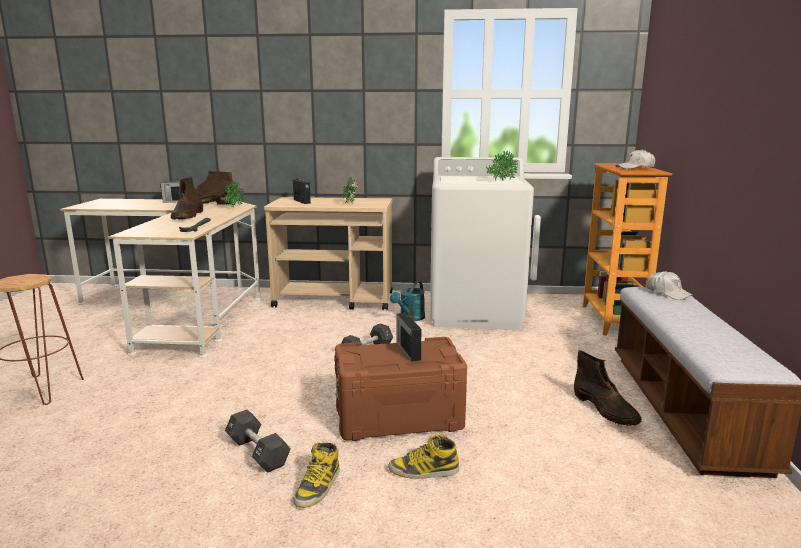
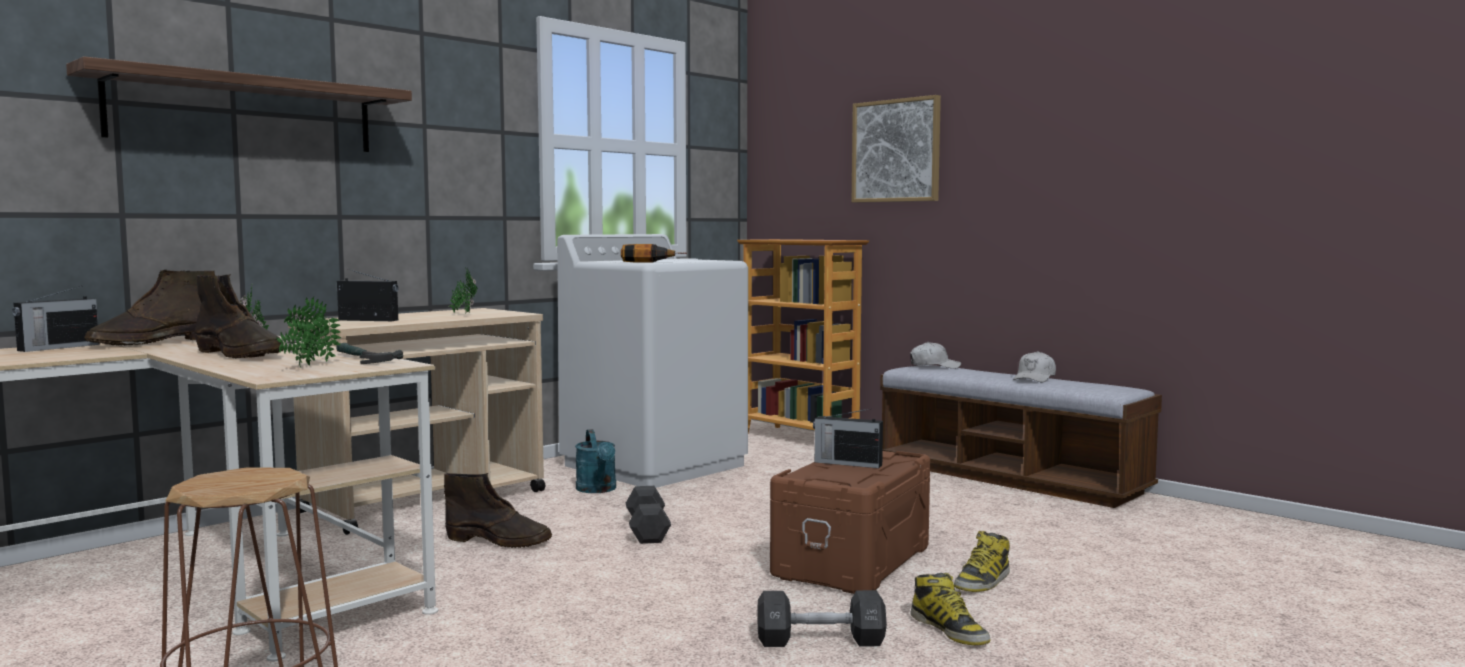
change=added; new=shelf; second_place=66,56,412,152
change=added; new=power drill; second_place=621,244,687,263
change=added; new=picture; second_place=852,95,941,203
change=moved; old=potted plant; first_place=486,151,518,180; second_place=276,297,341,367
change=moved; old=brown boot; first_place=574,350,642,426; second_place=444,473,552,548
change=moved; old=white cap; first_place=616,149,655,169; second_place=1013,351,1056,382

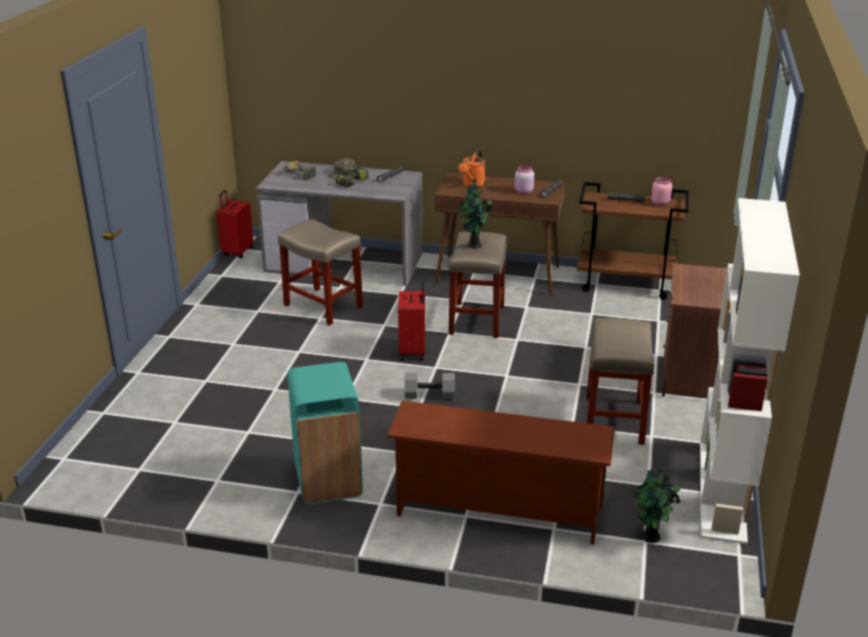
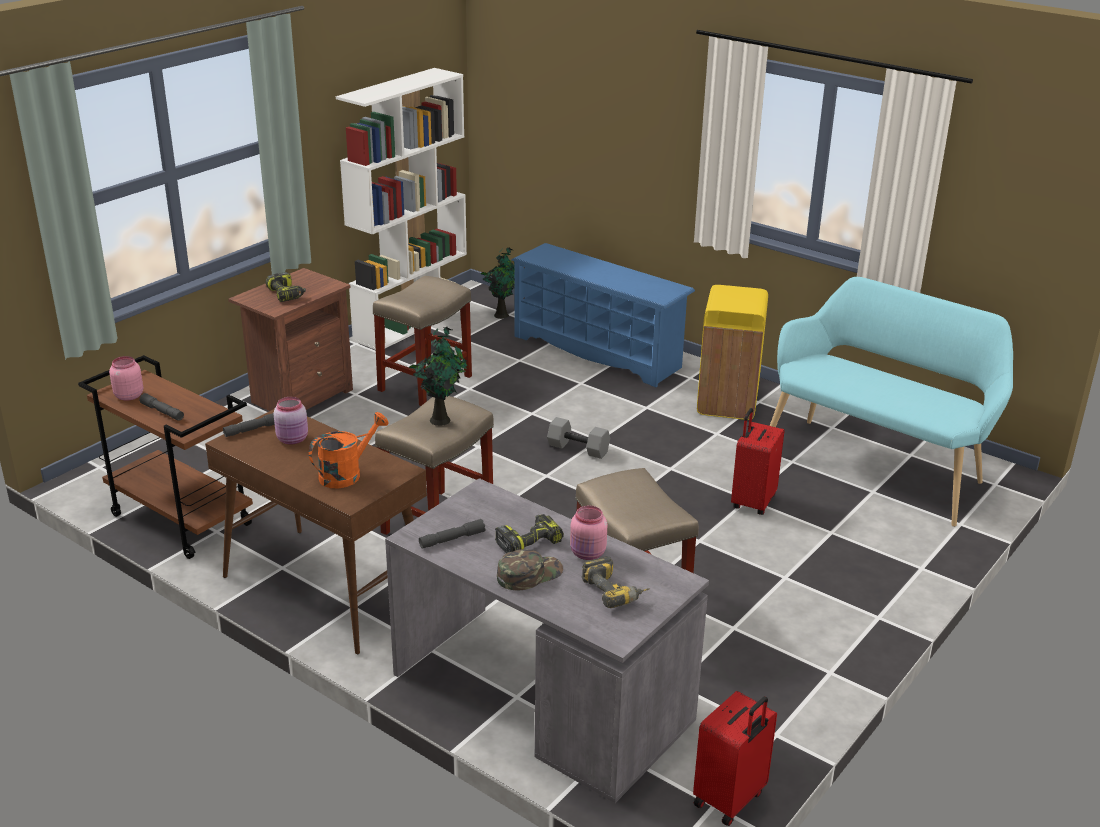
change=added; new=power drill; second_place=266,272,306,302
change=added; new=pink jar; second_place=570,506,607,560
change=added; new=turquoise bench; second_place=770,277,1013,527
change=moved; old=red suitcase; first_place=398,281,425,361; second_place=731,408,784,515
change=recoloured; old=turquoise trash can; new=yellow trash can; first_place=287,362,363,505; second_place=697,285,768,420
change=recoloured; old=brown shoe rack; new=blue shoe rack; first_place=386,401,615,545; second_place=512,243,695,387

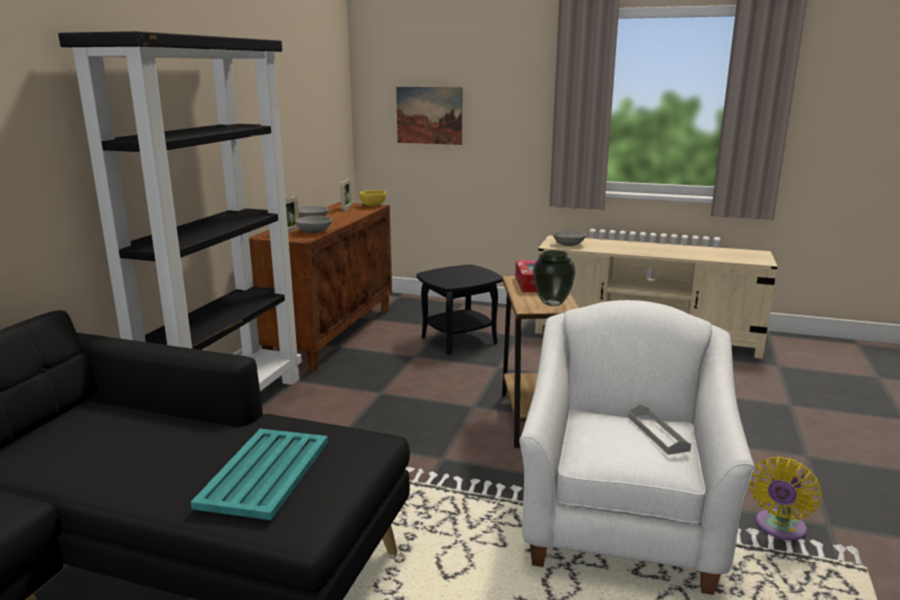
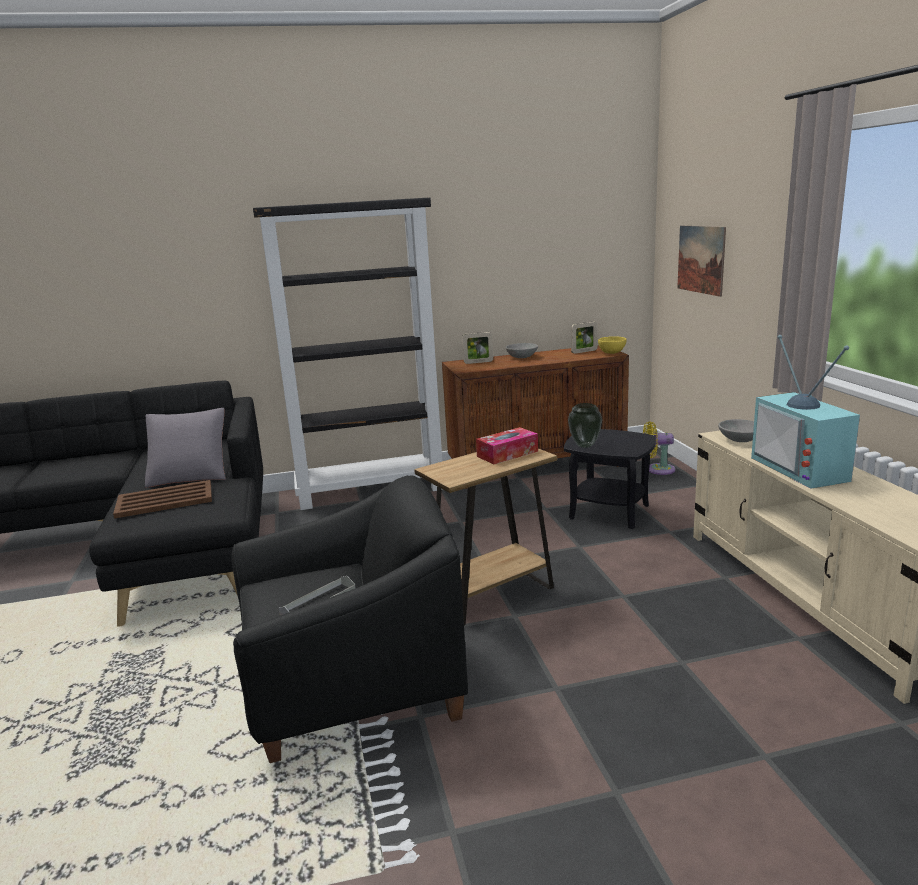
change=removed; old=grey bowl; first_place=295,216,332,234
change=added; new=grey pillow; second_place=145,408,226,487
change=added; new=television; second_place=751,335,860,488
change=moved; old=vase; first_place=533,250,576,306; second_place=568,403,602,448
change=moved; old=yellow fan; first_place=750,457,822,541; second_place=643,421,675,475
change=recoloured; old=turquoise tray; new=brown tray; first_place=190,429,328,520; second_place=113,480,212,519
change=recoloured; old=white armchair; new=black armchair; first_place=519,300,755,595; second_place=231,475,468,763

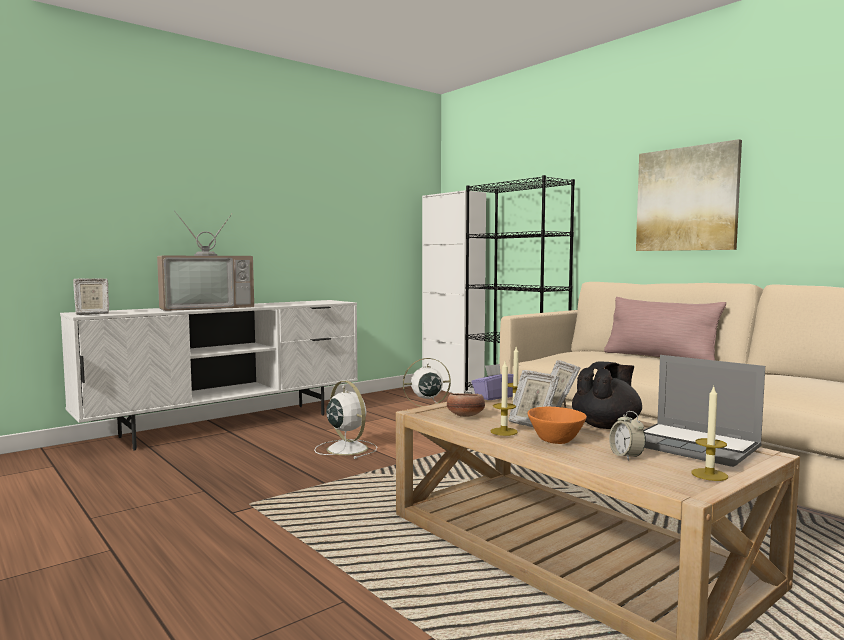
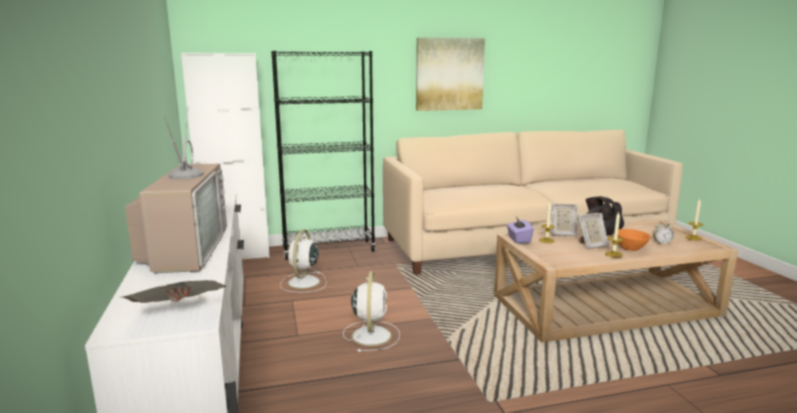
change=removed; old=bowl; first_place=447,393,485,417
change=removed; old=pink pillow; first_place=604,297,726,360
change=removed; old=laptop; first_place=644,355,765,467
change=replaced; old=picture frame; new=newspaper; first_place=73,278,109,315; second_place=122,280,226,303
change=turned; old=white fan; first_place=314,381,377,459; second_place=343,271,400,352; degrees=105

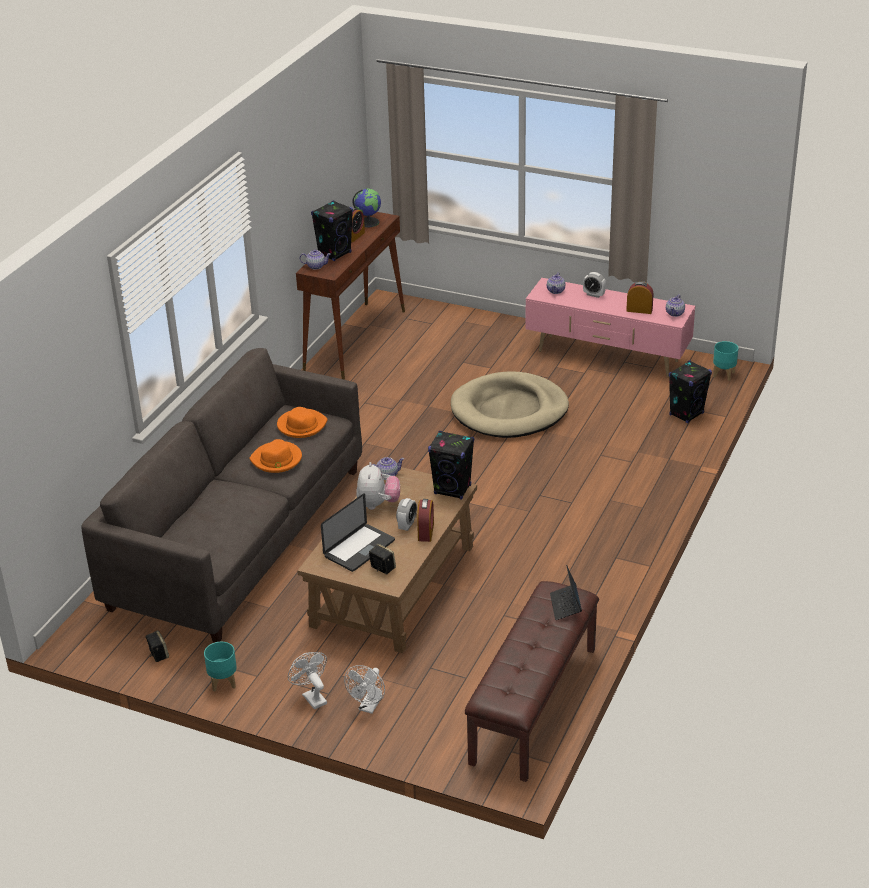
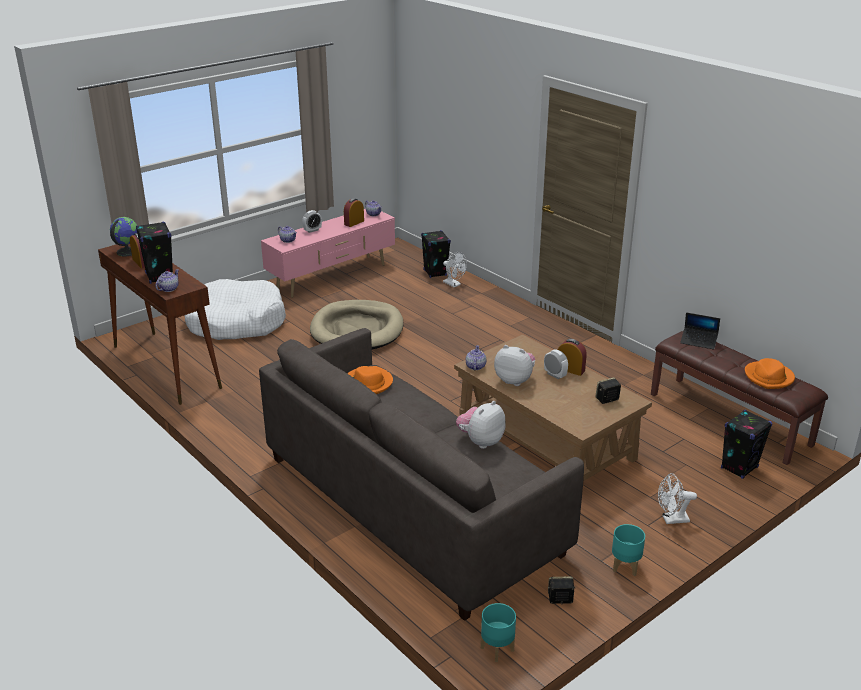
change=removed; old=laptop; first_place=321,493,395,572
change=added; new=white dog bed; second_place=184,279,286,340
change=added; new=plush toy; second_place=456,401,506,449
change=moved; old=orange hat; first_place=249,439,302,473; second_place=745,358,795,389
change=moved; old=white fan; first_place=344,665,385,714; second_place=443,252,467,287
change=moved; old=black speaker; first_place=428,431,474,500; second_place=721,410,772,479
change=moved; old=turquoise planter; first_place=713,341,738,381; second_place=481,603,516,662

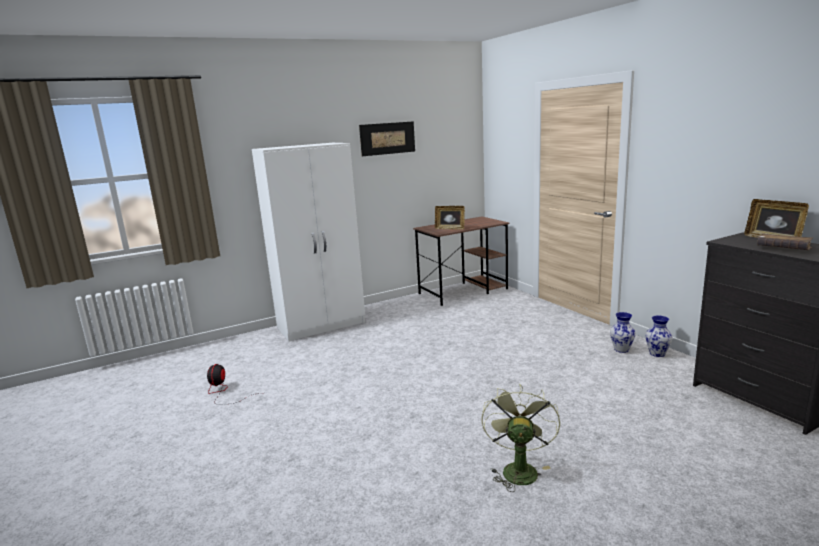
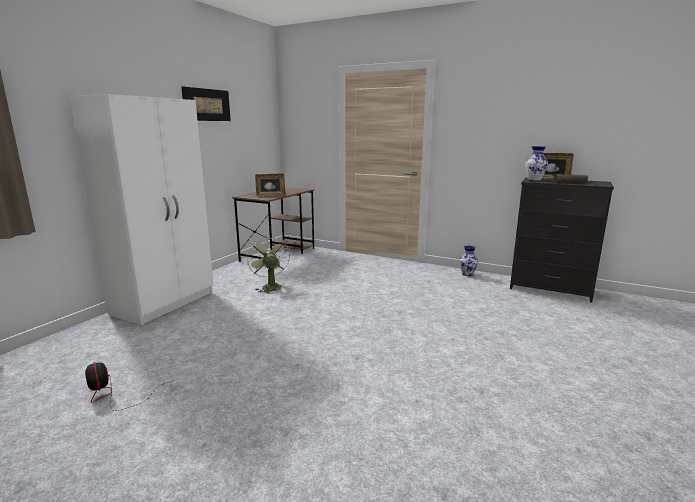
change=moved; old=green fan; first_place=481,383,560,492; second_place=247,236,290,294
change=moved; old=vase; first_place=610,312,636,353; second_place=525,146,548,181

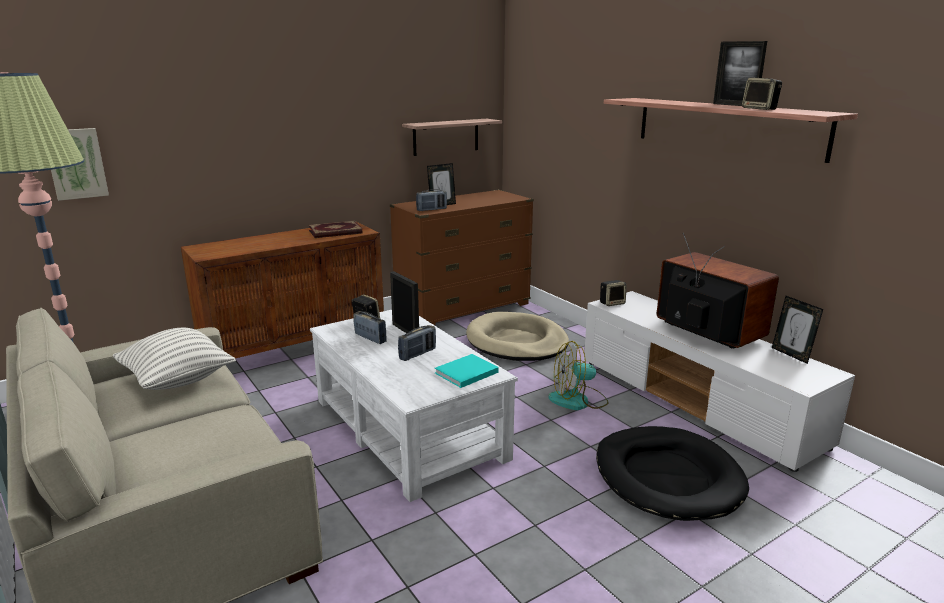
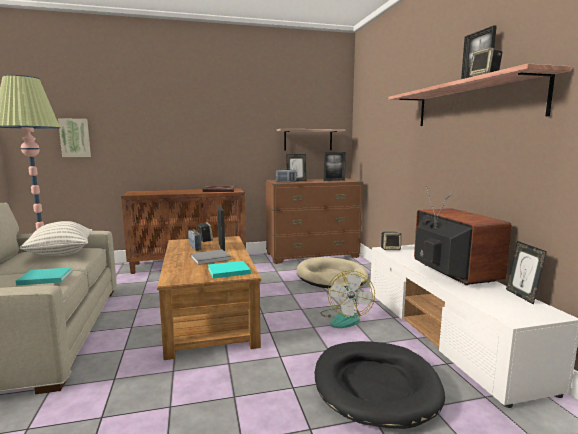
change=added; new=turquoise book; second_place=16,267,73,286
change=added; new=picture frame; second_place=323,152,346,181
change=replaced; old=radio; new=grey book; first_place=398,325,436,361; second_place=190,249,231,265
change=recoloured; old=white coffee table; new=brown coffee table; first_place=310,310,518,502; second_place=157,236,261,360
change=turned; old=fan; first_place=548,341,609,410; second_place=320,270,375,328; degrees=-90

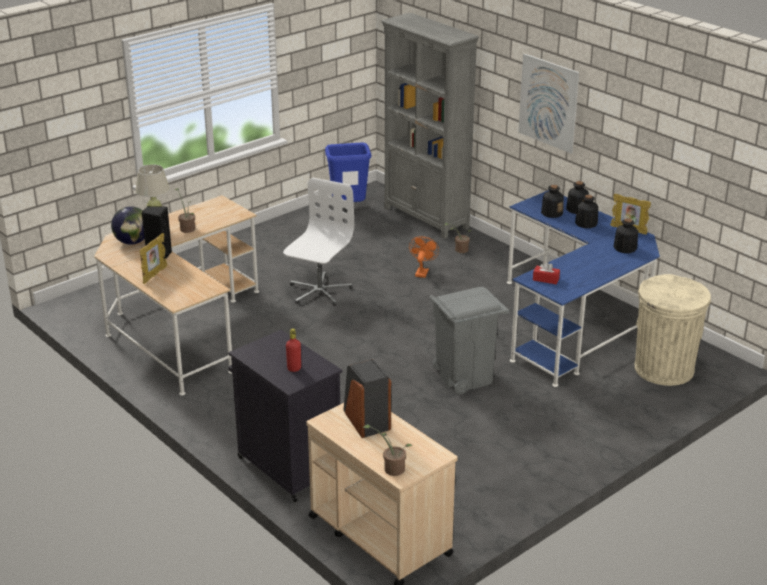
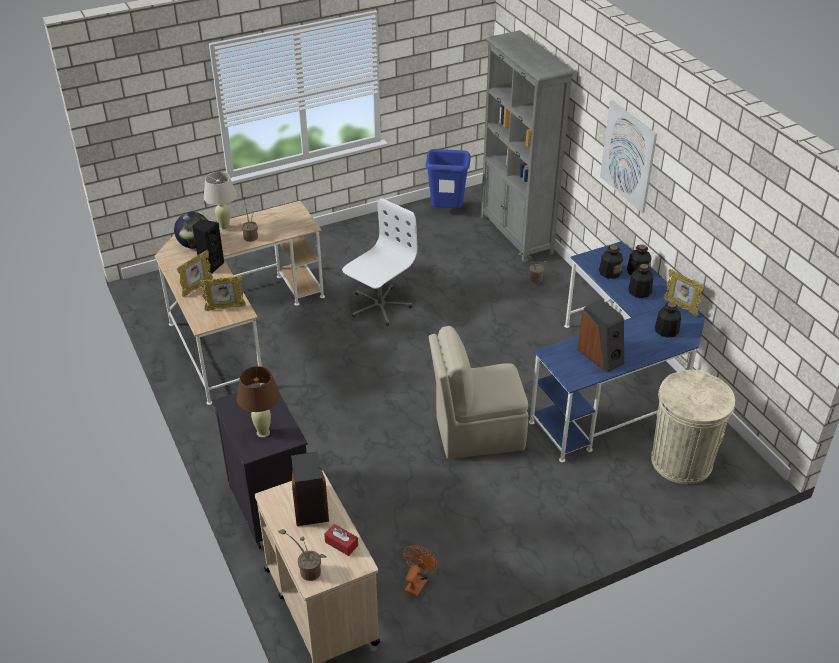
change=added; new=picture frame; second_place=200,276,246,311
change=added; new=speaker; second_place=577,299,624,373
change=moved; old=orange fan; first_place=409,236,439,278; second_place=403,545,439,597
change=moved; old=red tissue box; first_place=533,262,560,284; second_place=324,524,358,556
change=replaced; old=red bottle; new=brown table lamp; first_place=286,329,301,372; second_place=237,366,280,438
change=replaced; old=grey trash can; new=beige chair; first_place=430,287,509,395; second_place=429,326,528,459

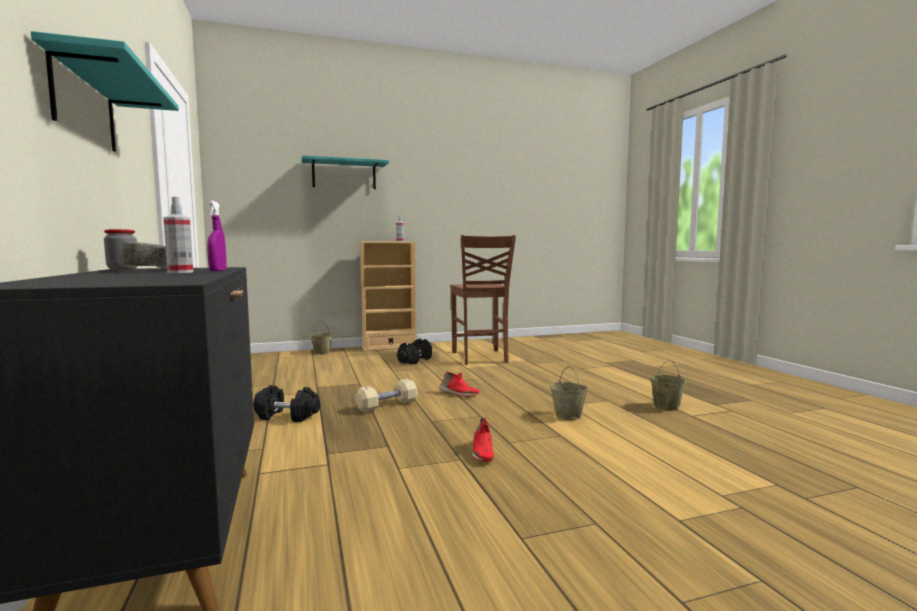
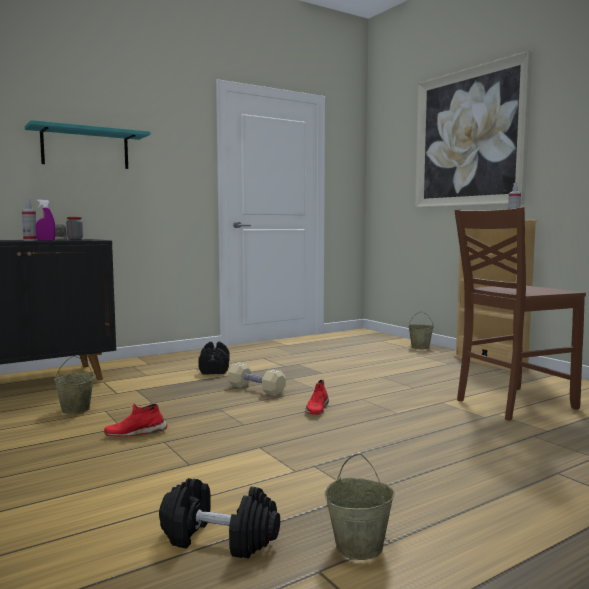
change=moved; old=black dumbbell; first_place=397,339,432,365; second_place=159,478,280,559
change=moved; old=beige bucket; first_place=550,366,588,420; second_place=54,356,94,414
change=replaced; old=turquoise shelf; new=picture; first_place=302,155,389,189; second_place=415,50,532,208

